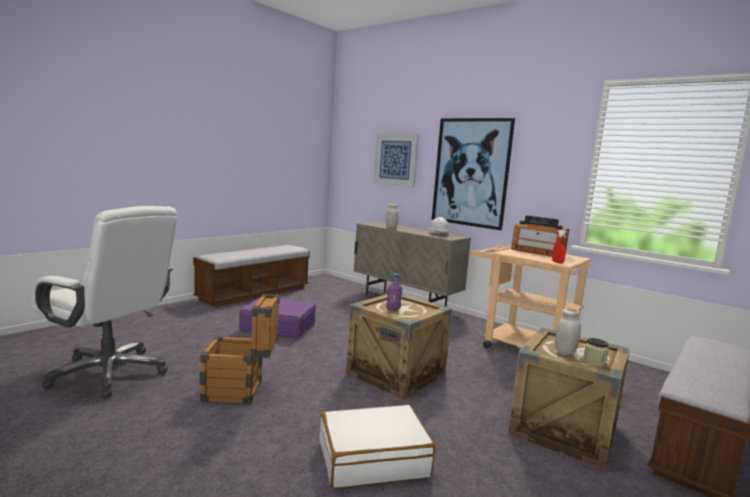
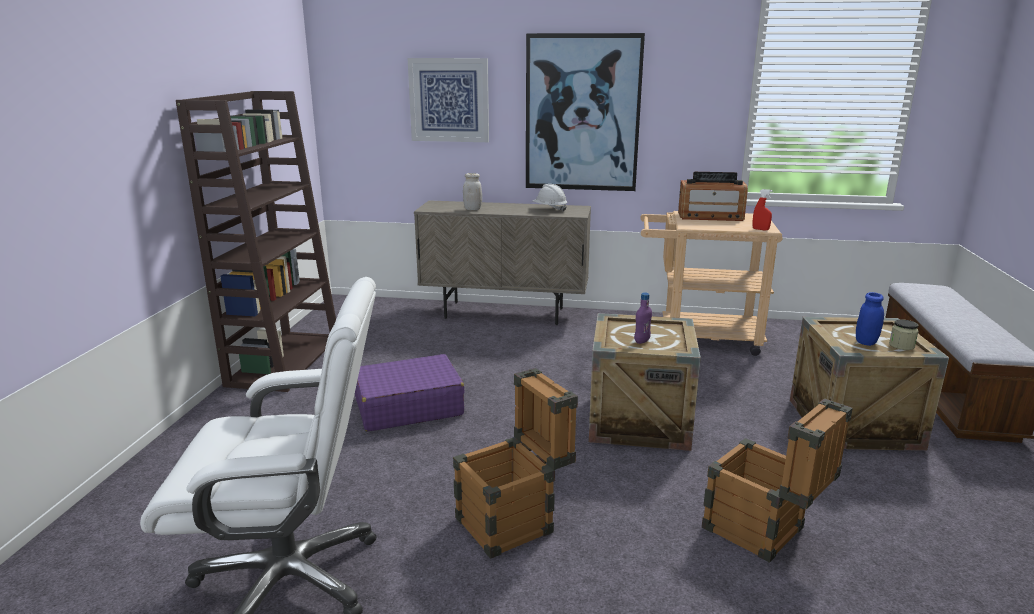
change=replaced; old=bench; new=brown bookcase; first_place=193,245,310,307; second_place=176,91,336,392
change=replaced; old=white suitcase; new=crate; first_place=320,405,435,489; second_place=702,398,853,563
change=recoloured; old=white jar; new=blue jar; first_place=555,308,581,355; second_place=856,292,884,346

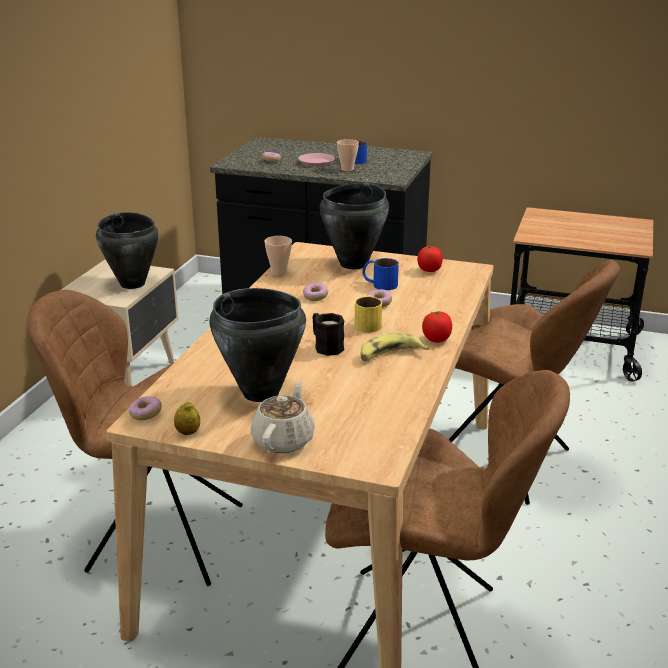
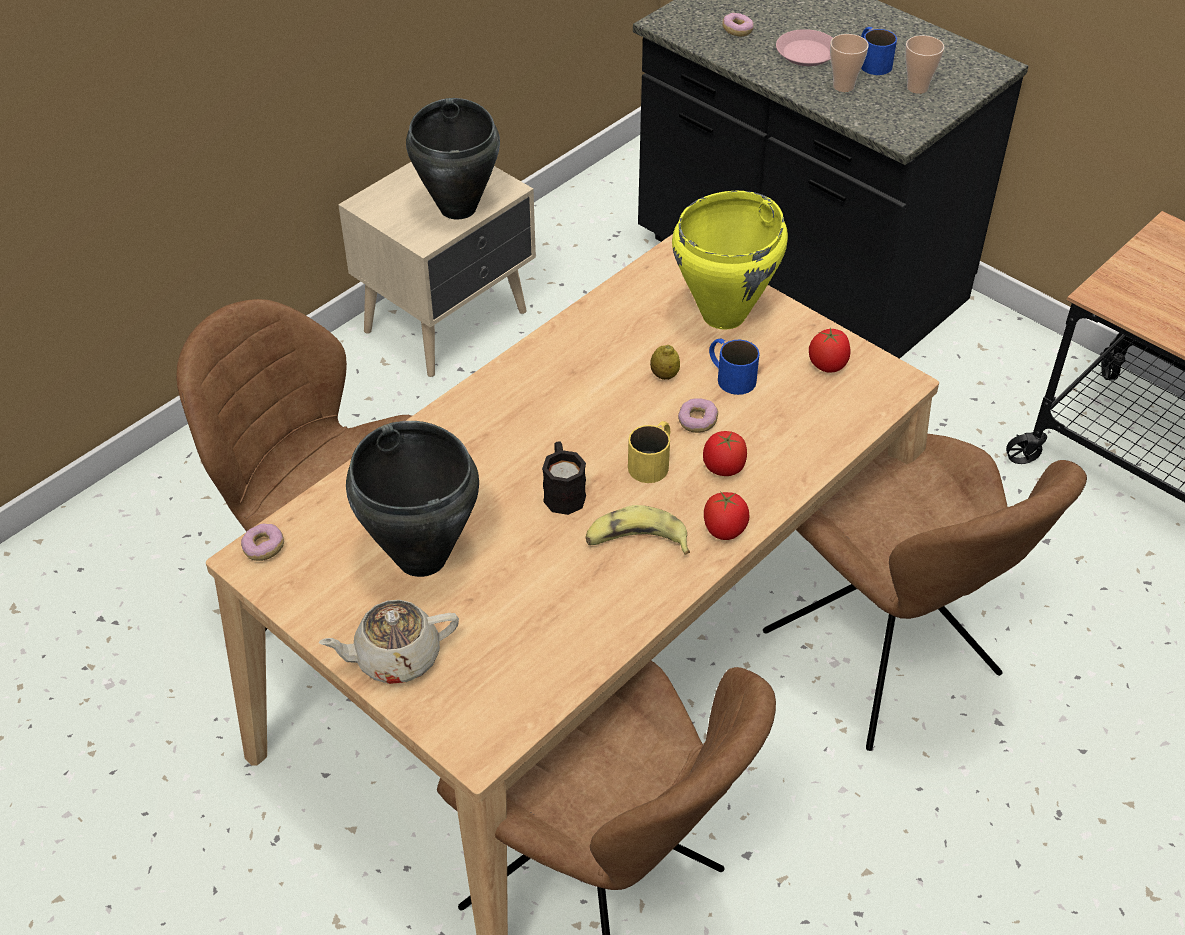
change=removed; old=donut; first_place=303,283,328,301
change=added; new=tomato; second_place=703,431,747,476
change=moved; old=lemon; first_place=174,402,200,435; second_place=650,345,680,380
change=moved; old=cup; first_place=265,236,292,276; second_place=905,35,944,94
change=recoloured; old=black cooking pot; new=yellow cooking pot; first_place=319,183,389,269; second_place=672,191,788,330
change=turned; old=beige teapot; first_place=250,381,315,453; second_place=318,600,459,684; degrees=-150

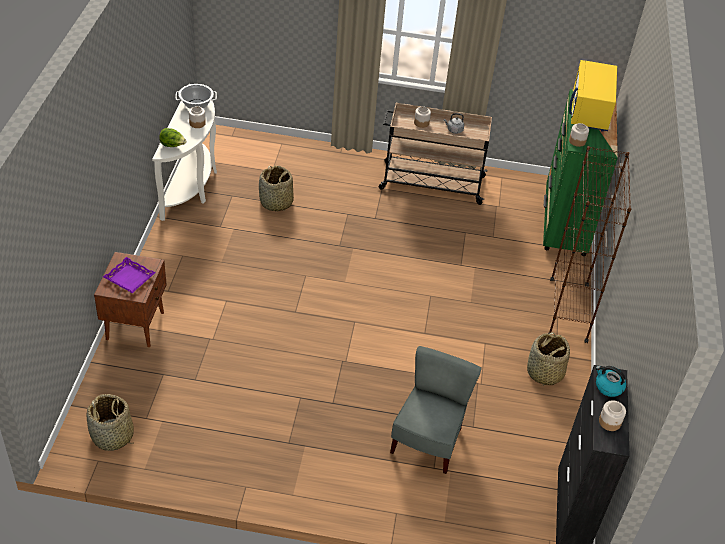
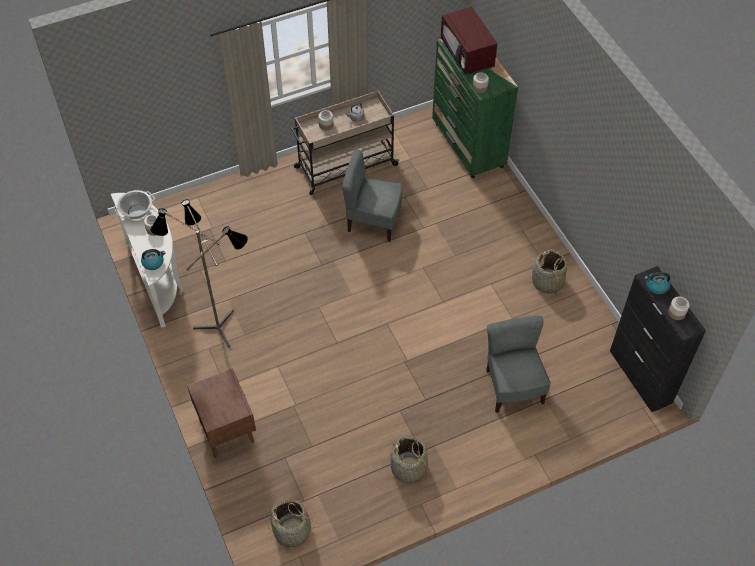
change=removed; old=purple tray; first_place=103,257,156,293
change=removed; old=brown bookcase; first_place=549,146,631,343
change=added; new=floor lamp; second_place=150,199,248,348
change=added; new=grey chair; second_place=342,149,402,242
change=moved; old=basket; first_place=259,166,294,211; second_place=390,436,432,483
change=replaced; old=lettuce; new=kettle; first_place=159,128,186,147; second_place=141,249,165,270
change=recoloured; old=yellow microwave; new=red microwave; first_place=569,60,617,132; second_place=441,7,497,75

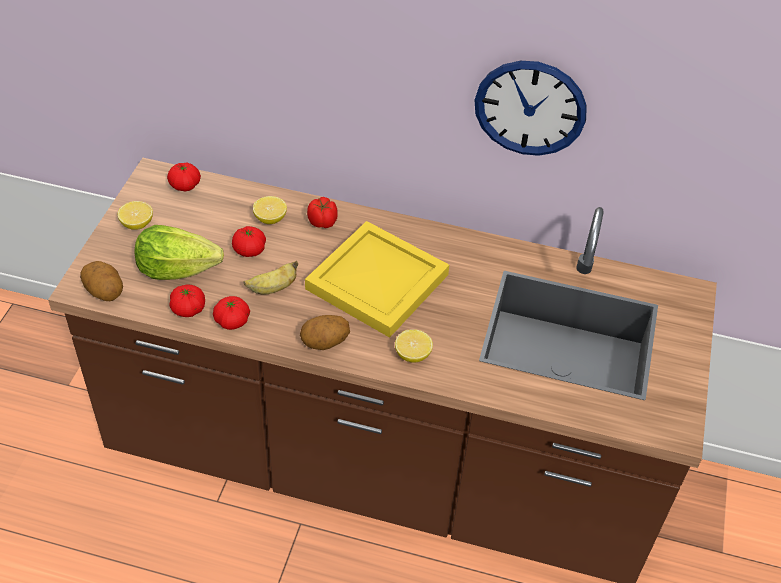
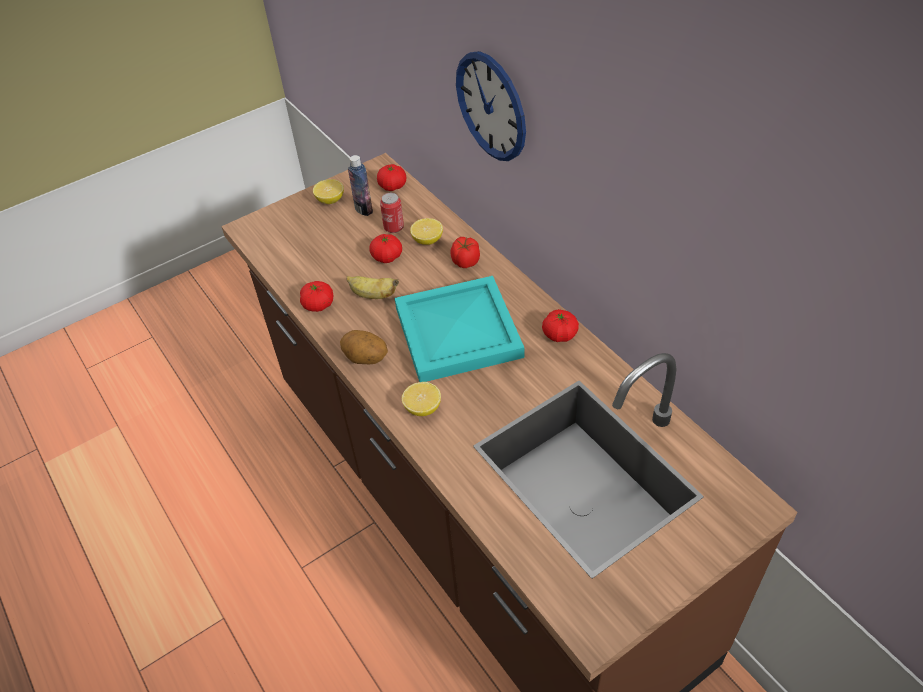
change=removed; old=potato; first_place=80,261,123,301
change=removed; old=lettuce; first_place=135,225,224,280
change=added; new=bottle; second_place=348,155,373,216
change=added; new=can; second_place=380,193,404,233
change=moved; old=tomato; first_place=169,284,205,317; second_place=542,309,579,342
change=moved; old=wall clock; first_place=474,61,587,156; second_place=456,51,526,161
change=recoloured; old=yellow tray; new=turquoise tray; first_place=305,221,449,338; second_place=395,276,524,382

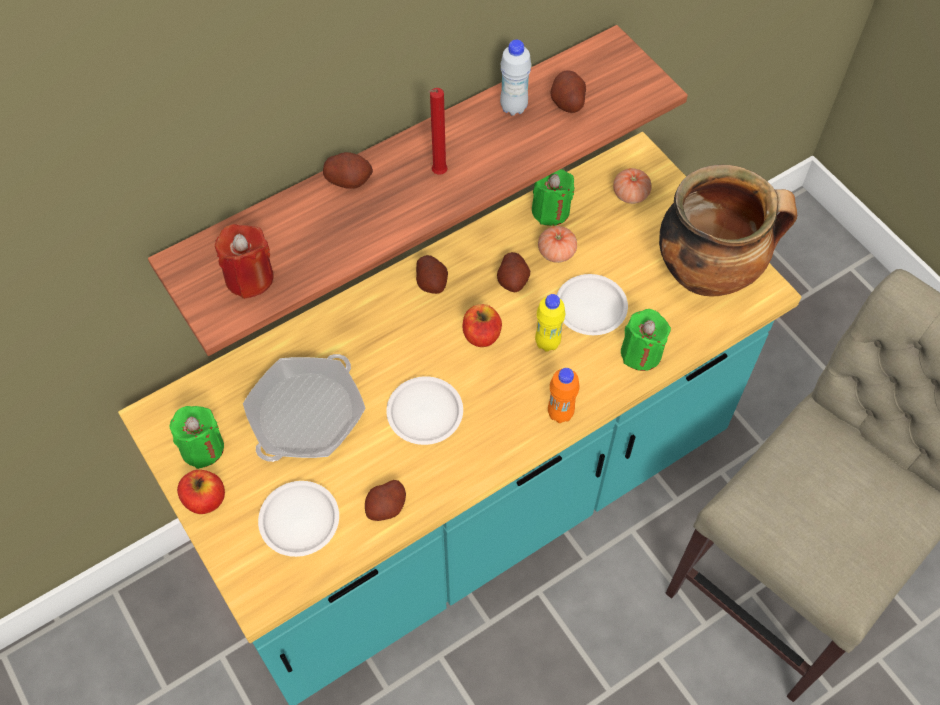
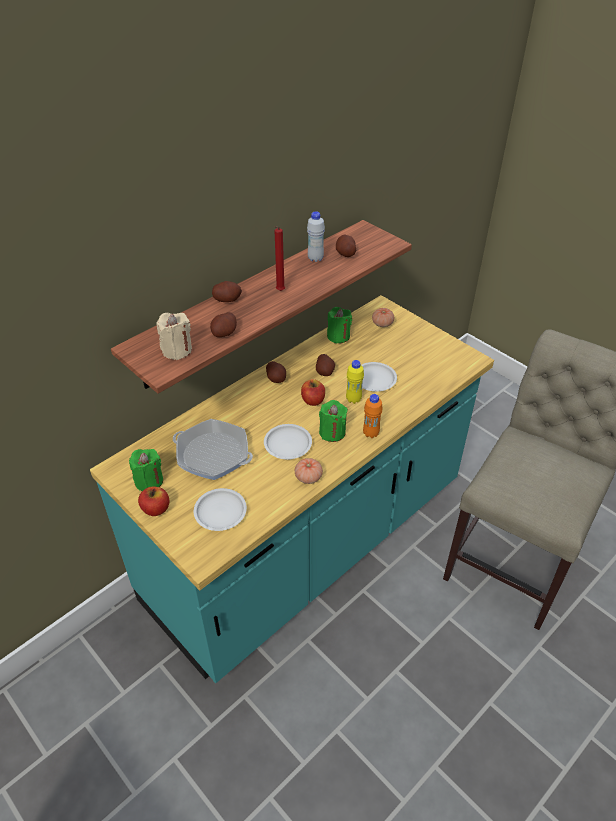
change=removed; old=cooking pot; first_place=659,165,797,297
change=moved; old=potato; first_place=365,480,406,521; second_place=210,312,237,337
change=moved; old=tomato; first_place=538,226,577,263; second_place=295,458,323,484
change=moved; old=green candle; first_place=621,309,671,371; second_place=319,400,348,442
change=recoloured; old=red candle; new=beige candle; first_place=215,224,274,299; second_place=156,313,192,360
change=turned; old=frying pan; first_place=243,354,366,462; second_place=173,419,253,480; degrees=90

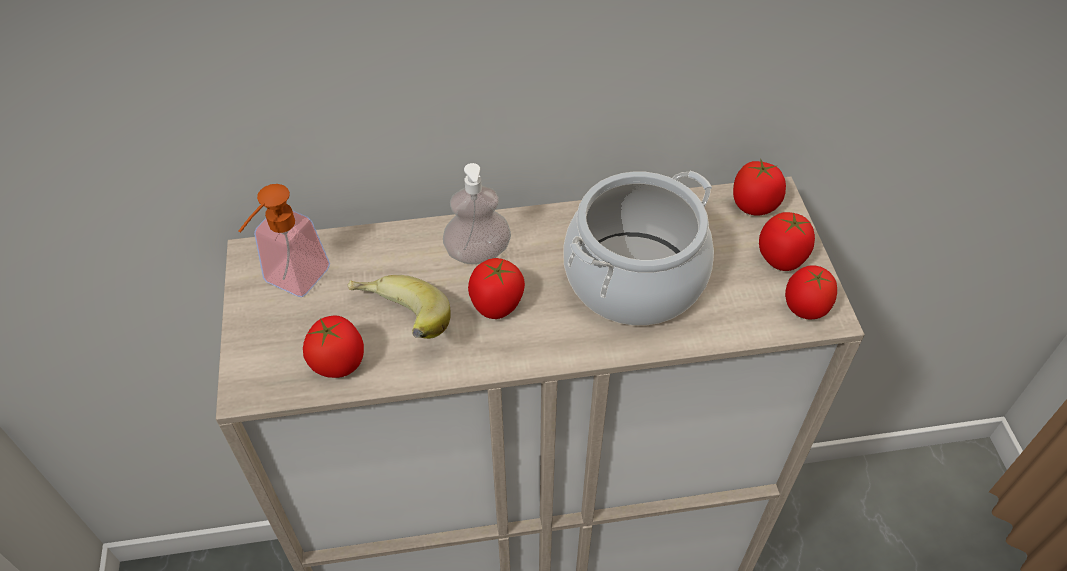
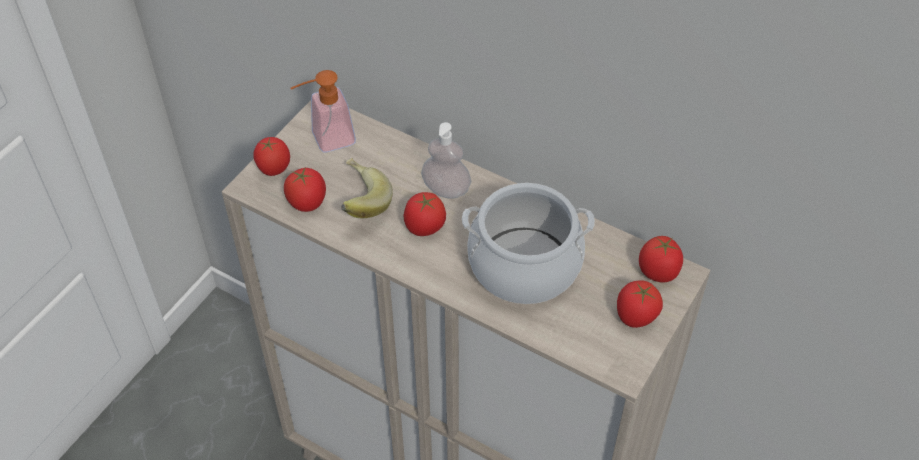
change=moved; old=tomato; first_place=785,265,837,320; second_place=253,137,290,176

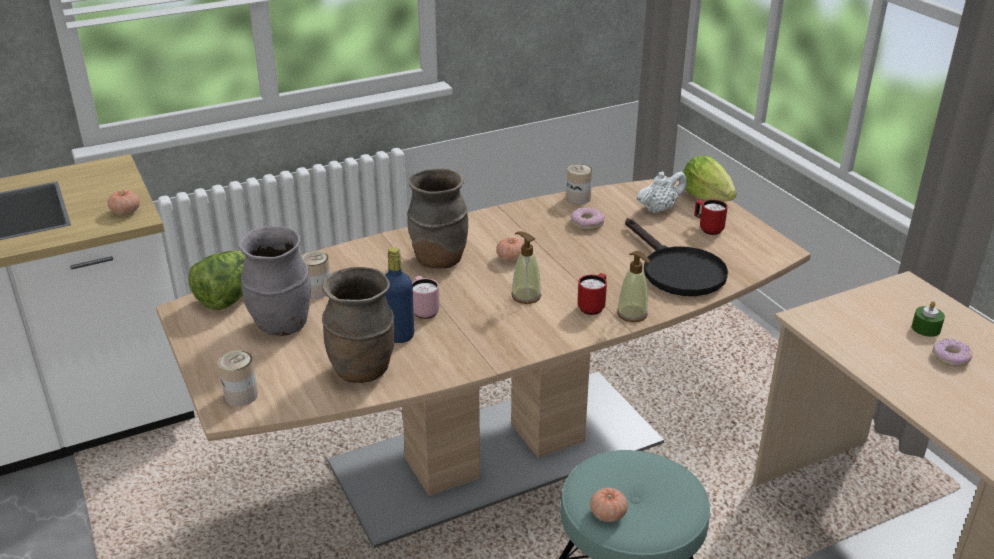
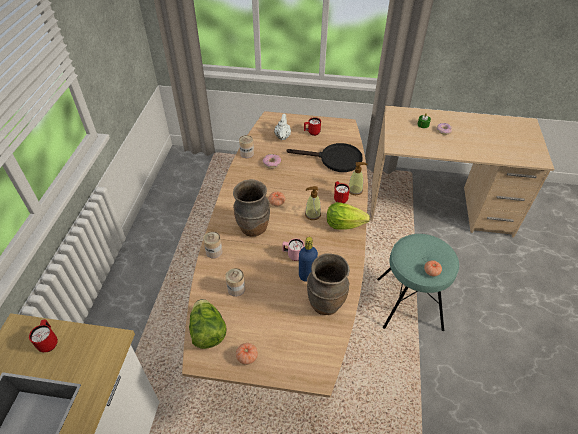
change=removed; old=grey vase; first_place=238,226,311,336
change=added; new=red mug; second_place=29,319,58,352
change=moved; old=tomato; first_place=107,190,140,215; second_place=236,343,258,365
change=moved; old=can; first_place=218,351,258,406; second_place=203,231,222,259
change=moved; old=lettuce; first_place=684,156,737,202; second_place=327,202,370,230

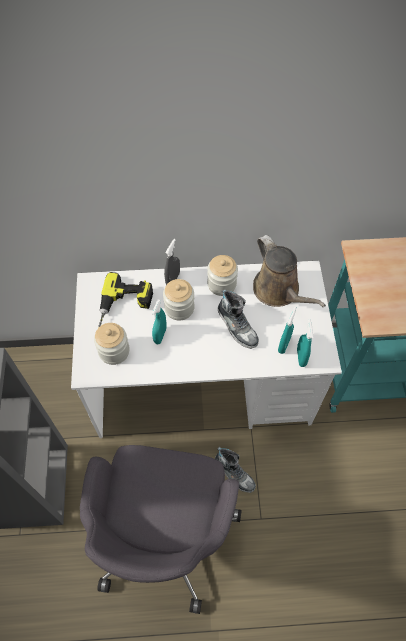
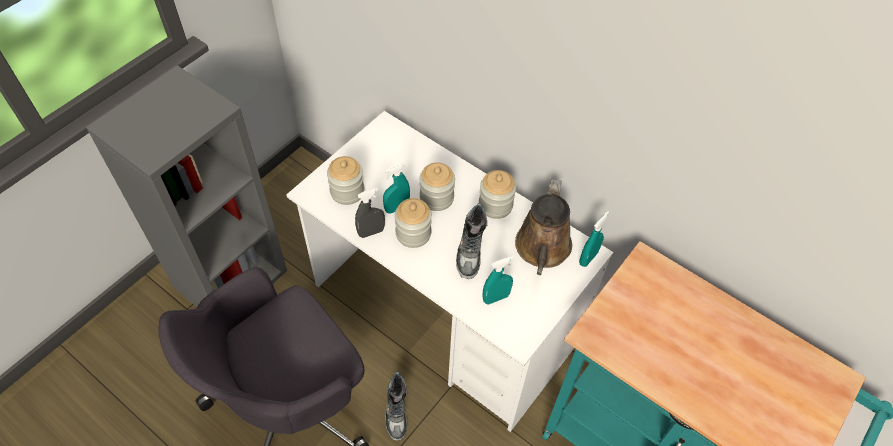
change=removed; old=power drill; first_place=98,272,153,328
change=added; new=jar; second_place=395,198,432,248
change=moved; old=grey spray bottle; first_place=164,239,180,285; second_place=355,188,385,238
change=moved; old=turquoise spray bottle; first_place=297,319,313,367; second_place=579,211,609,267

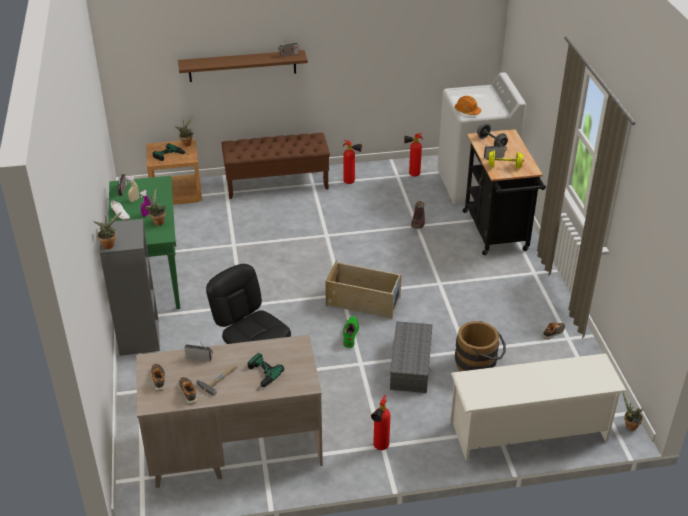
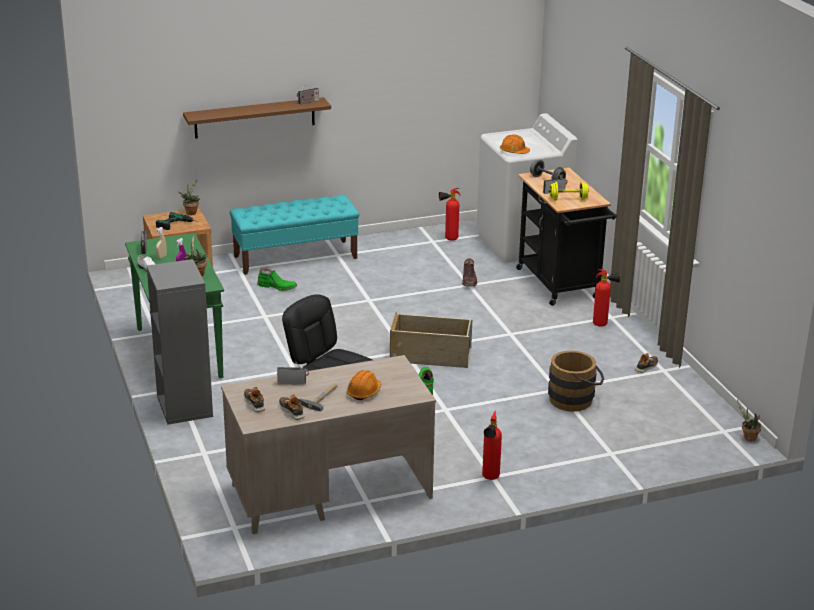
change=removed; old=potted plant; first_place=93,212,122,249
change=removed; old=grey storage box; first_place=390,321,433,393
change=removed; old=white shoe rack; first_place=450,353,627,461
change=added; new=green boot; second_place=257,269,297,291
change=moved; old=fire extinguisher; first_place=343,140,362,184; second_place=593,269,620,327
change=replaced; old=power drill; new=orange hard hat; first_place=248,353,284,391; second_place=347,370,381,400
change=recoloured; old=brown bench; new=turquoise bench; first_place=221,133,330,199; second_place=230,195,359,275

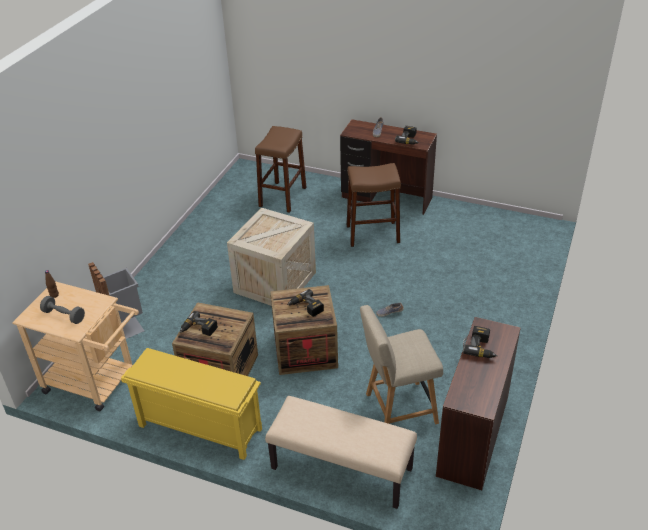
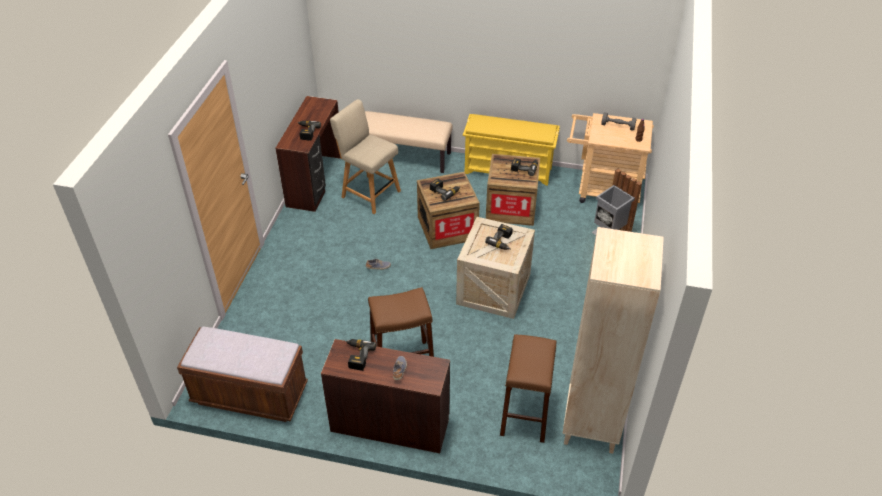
change=added; new=brown bench; second_place=177,327,308,422
change=added; new=power drill; second_place=485,224,513,250
change=added; new=beige bookcase; second_place=562,227,664,454
change=turned; old=beige chair; first_place=360,305,443,424; second_place=330,99,401,214; degrees=-120

